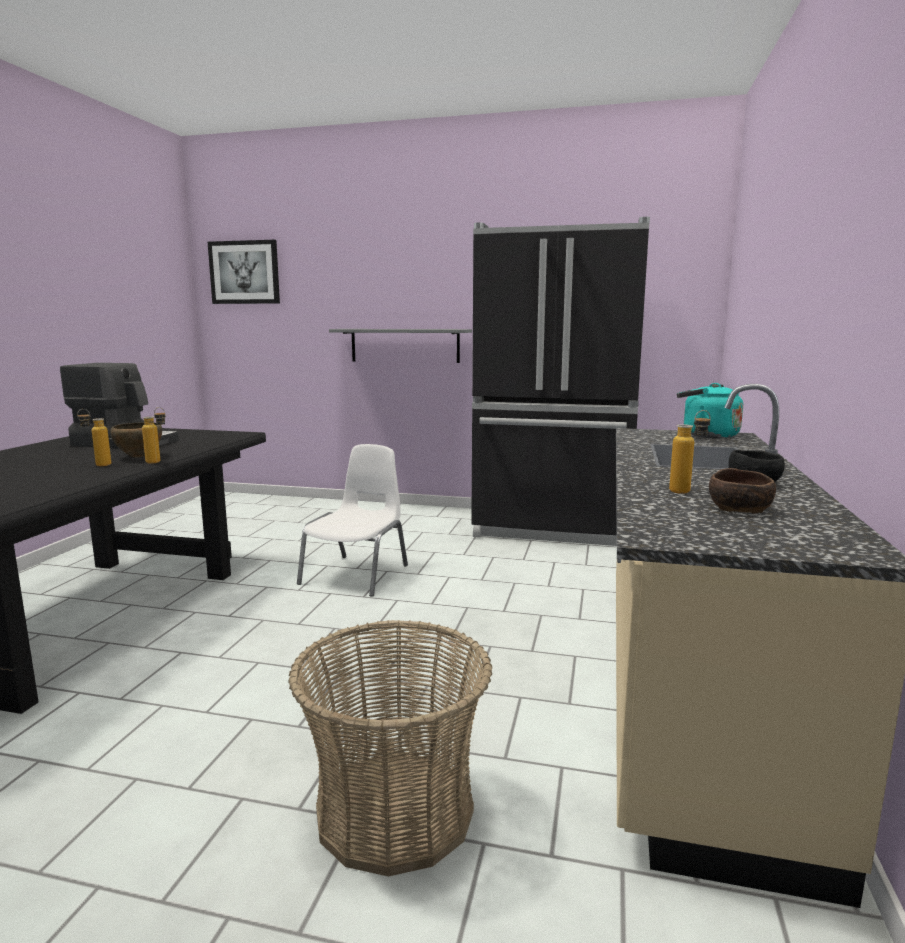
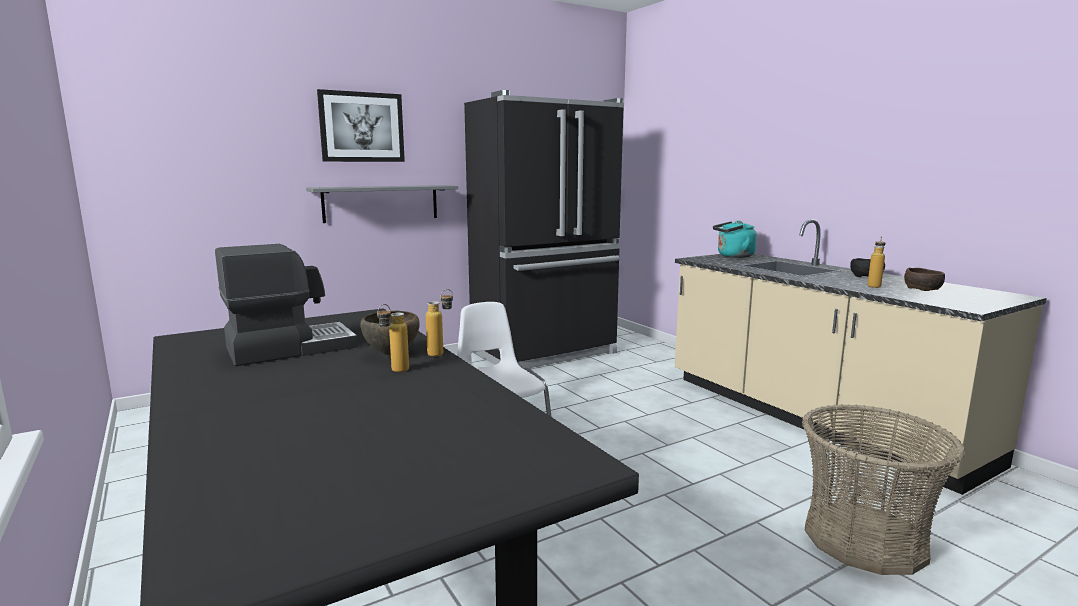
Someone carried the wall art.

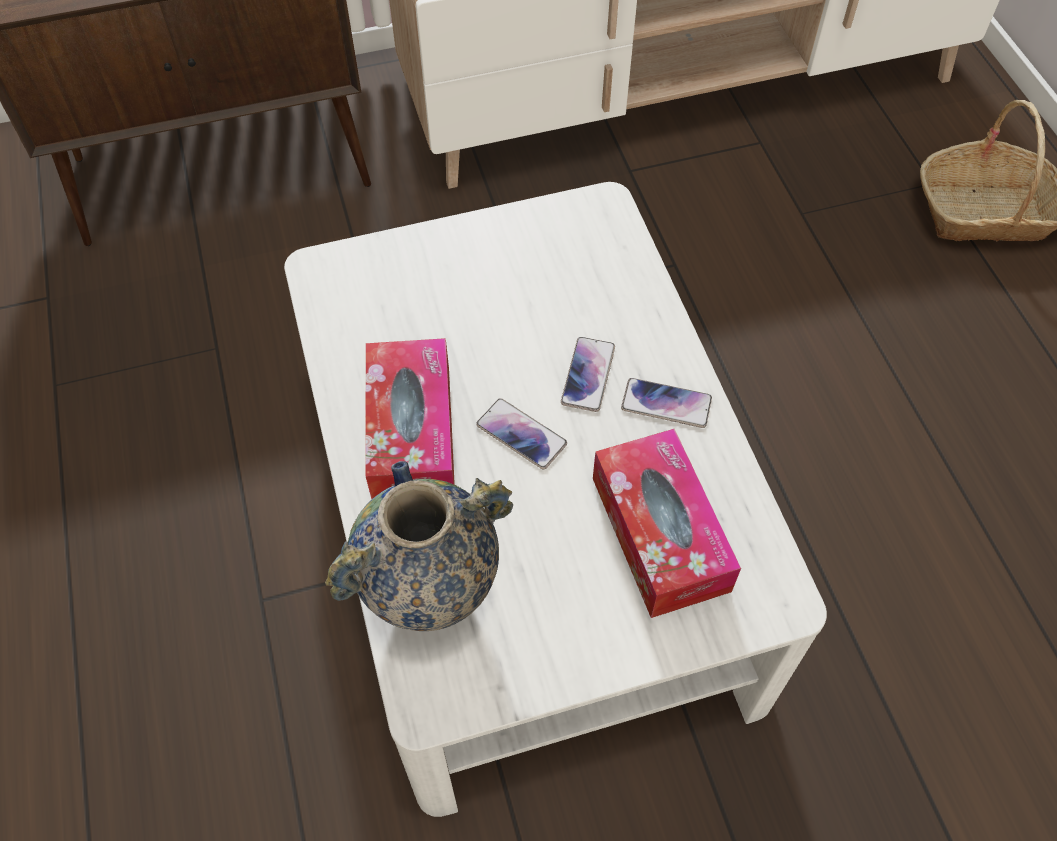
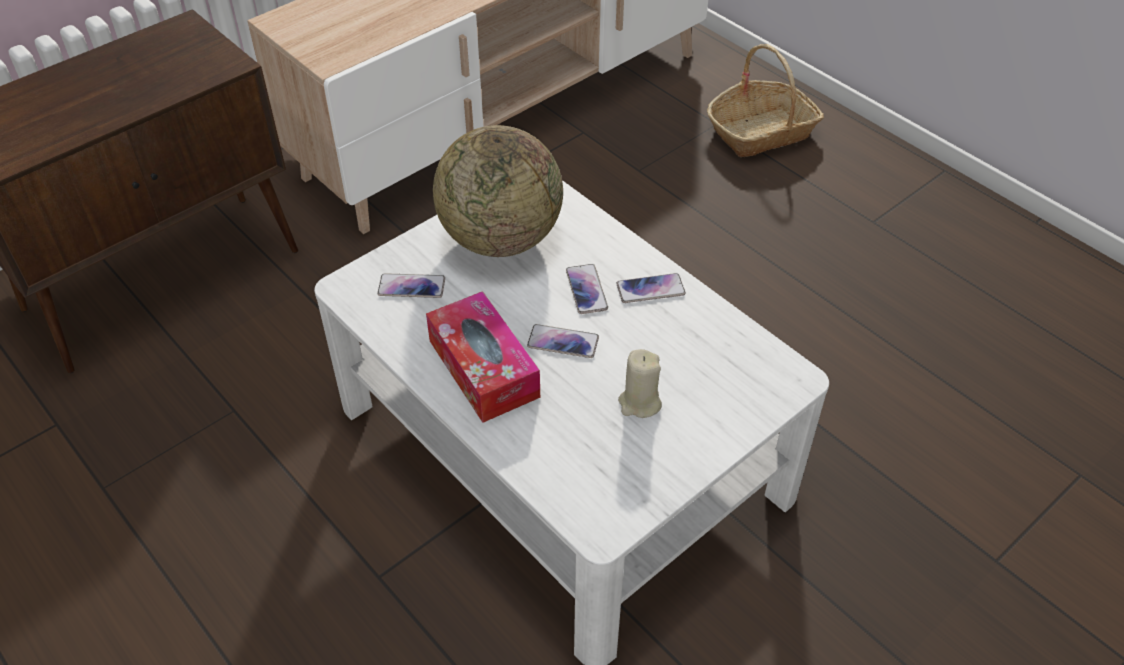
Someone took away the flower vase. Someone took away the tissue holder (2nd from left). Someone put down the phone (1st from left). Someone put down the world globe. Someone put down the candle (beige).

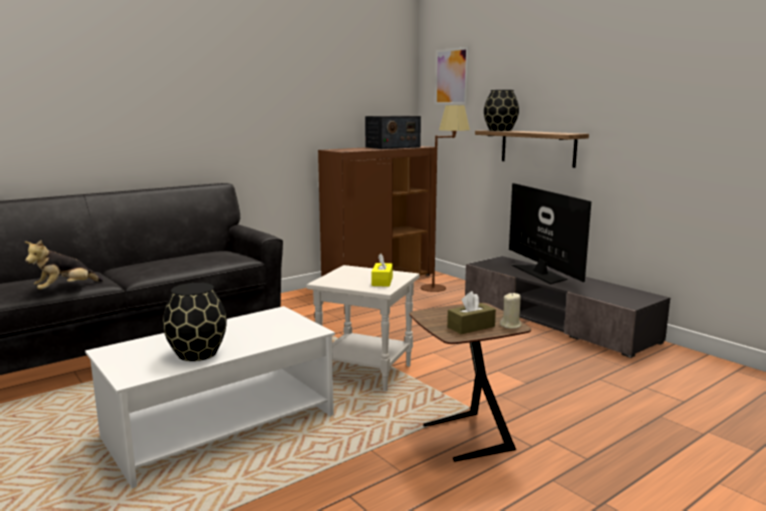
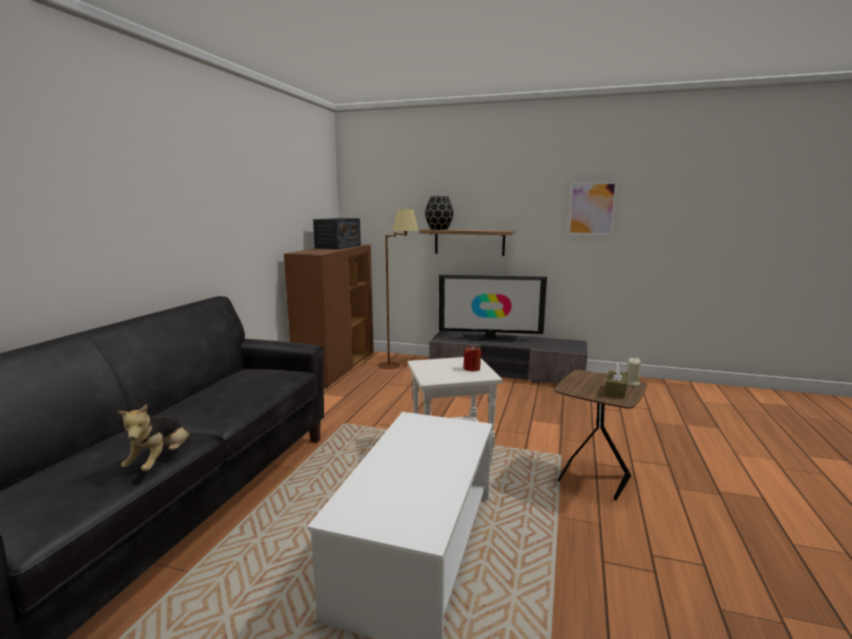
Someone took away the flower vase (black) (1st from left). Someone carried the wall art. Someone swapped the tissue holder (yellow-coloured) for the candle (red-coloured). Someone rotated the TV by 150 degrees clockwise.

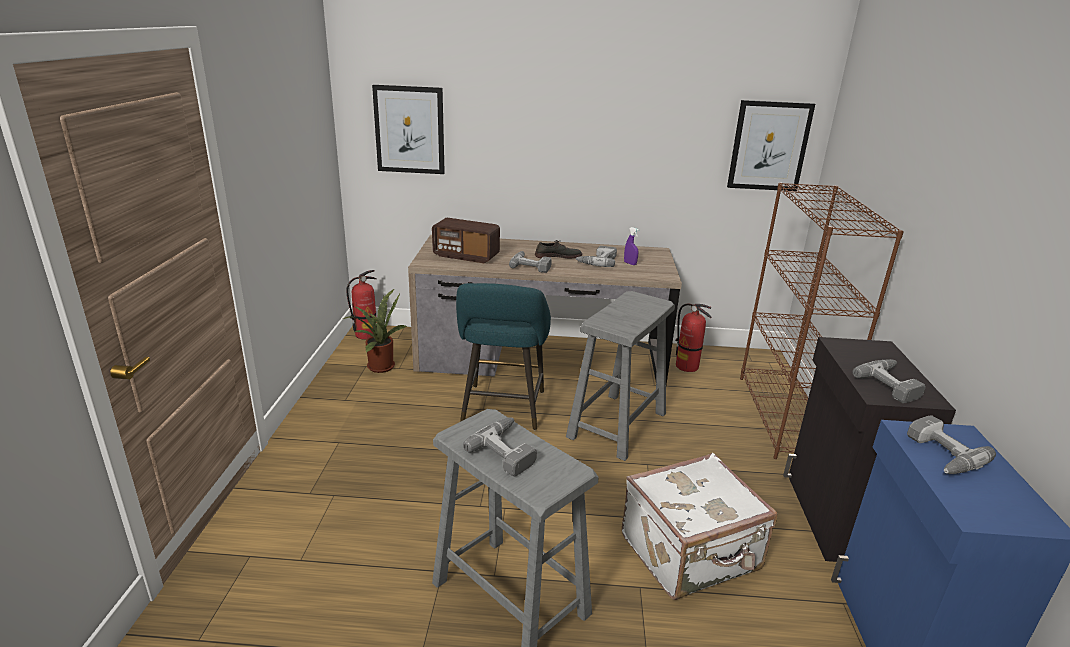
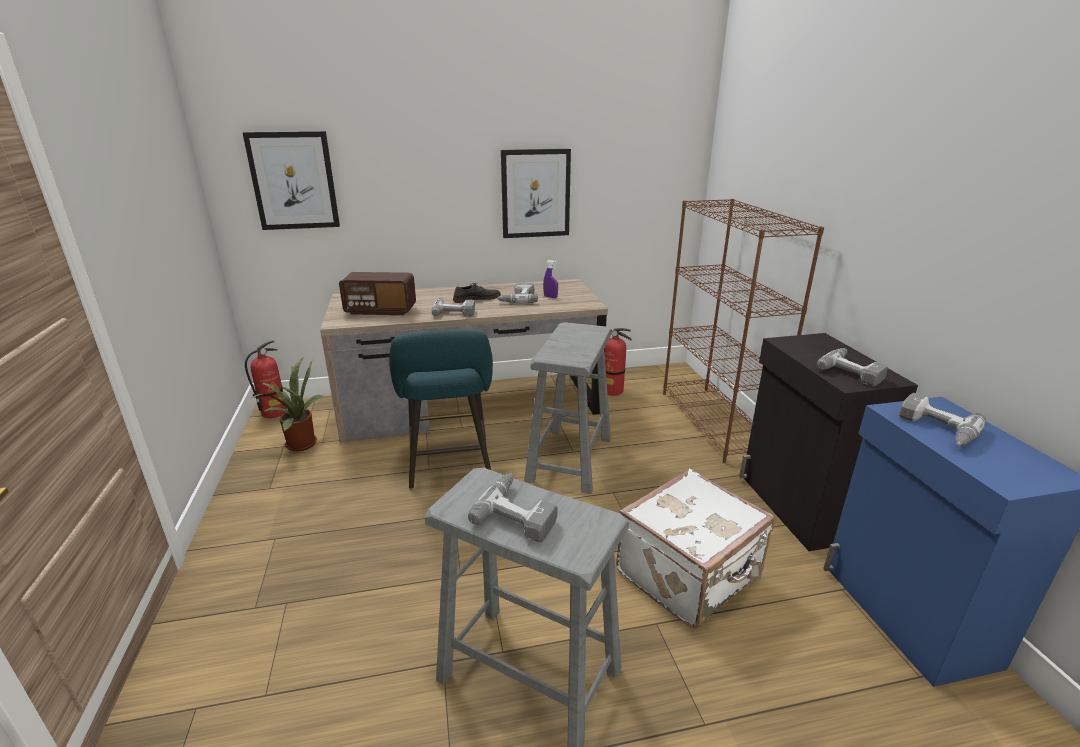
Someone carried the wall art (2nd from left).

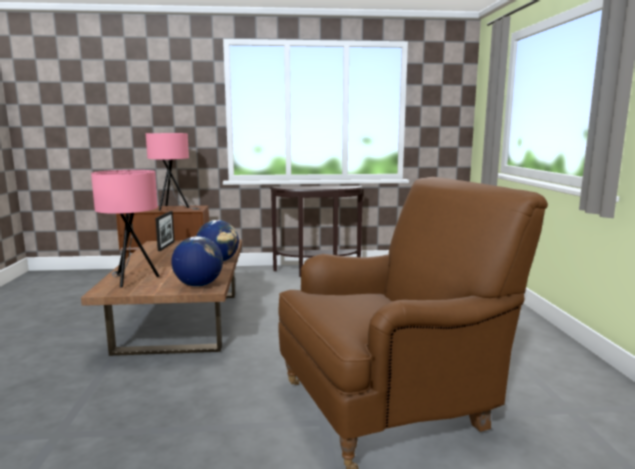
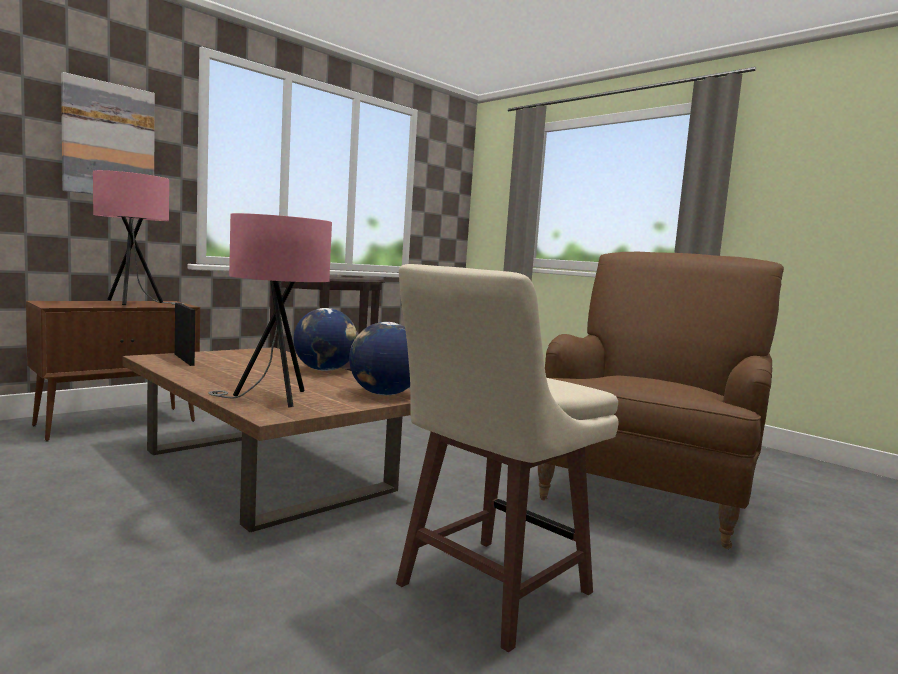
Someone put up the wall art. Someone put down the stool seat (beige).

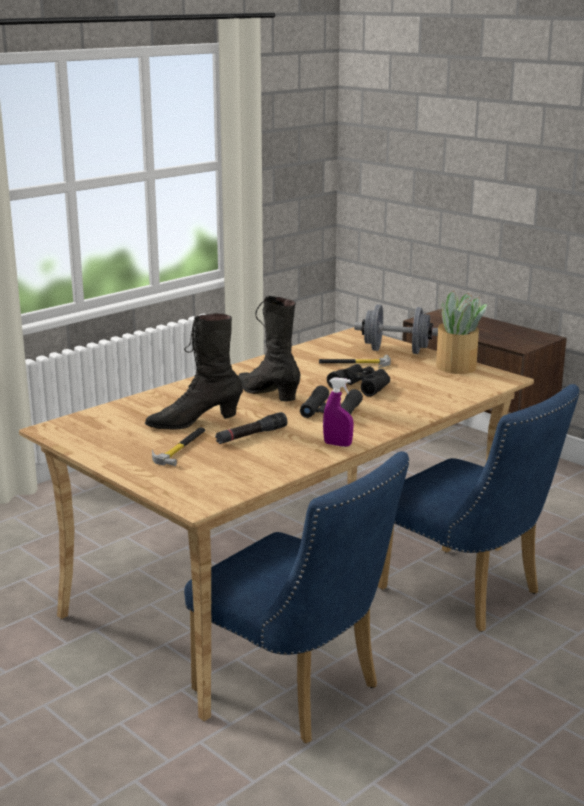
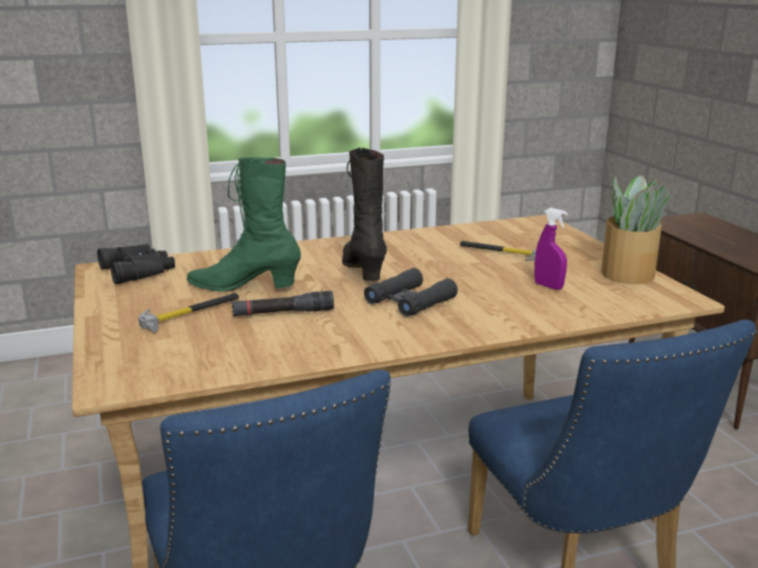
Someone took away the hand weight (greyish). Someone carried the sprayer (purple). Someone carried the field glasses (black) (2nd from left in the first image). Someone repainted the tall boot (black) (1st from left), which became the tall boot (green).

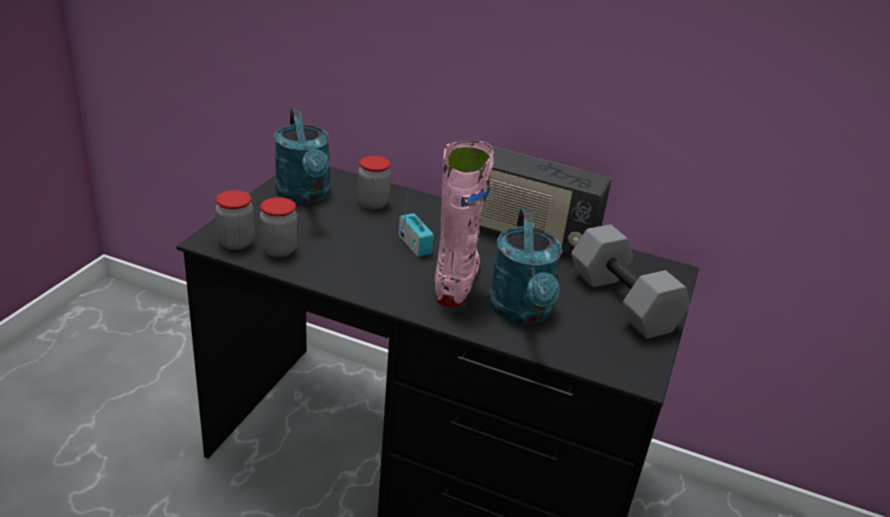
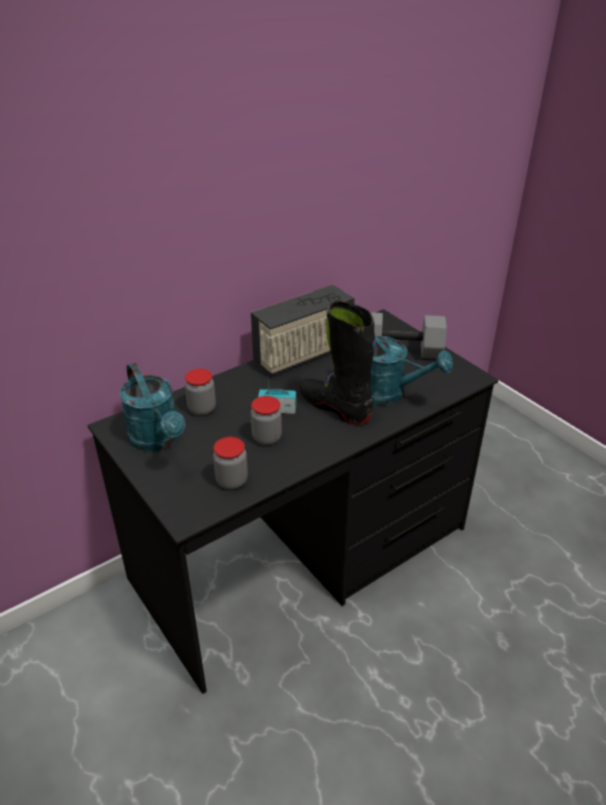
Someone carried the jar (1st from left in the first image). Someone repainted the tall boot (pink), which became the tall boot (black). Someone rotated the sprinkling can (turquoise) (1st from left) by 45 degrees clockwise.

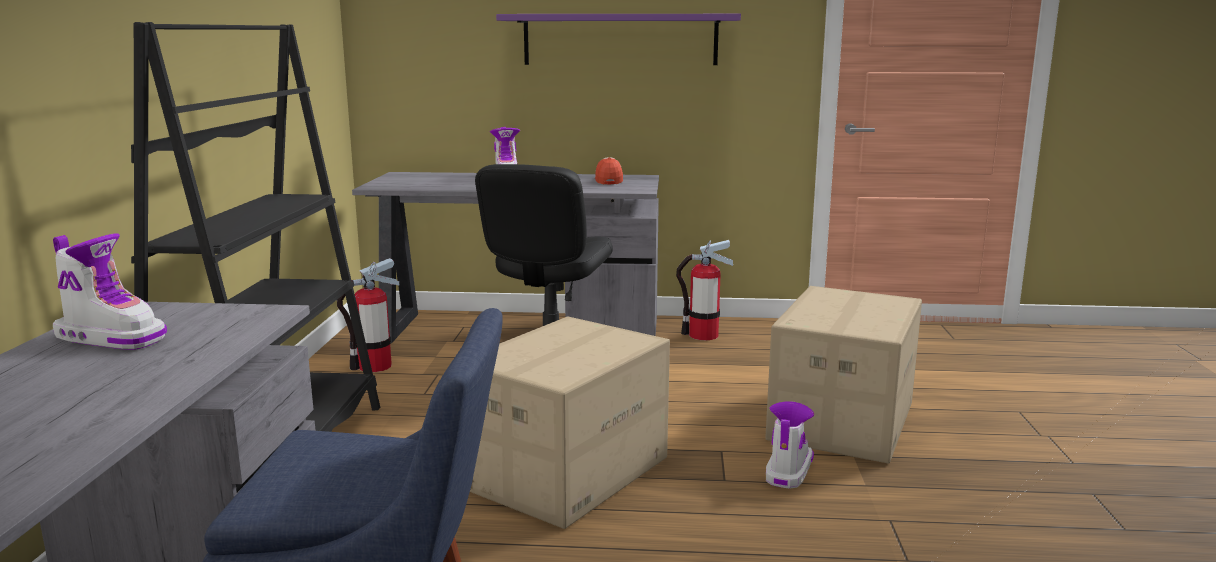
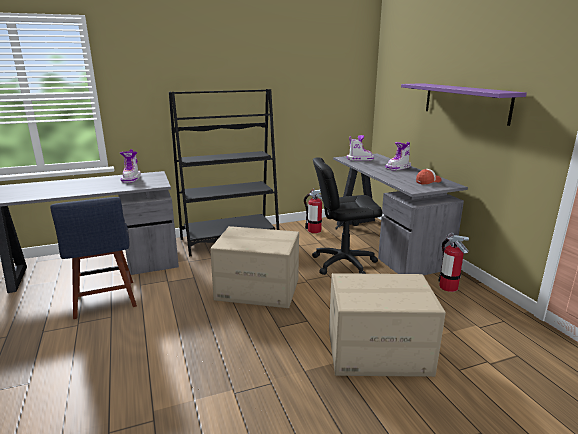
Someone carried the tall boot (3rd from left in the first image).

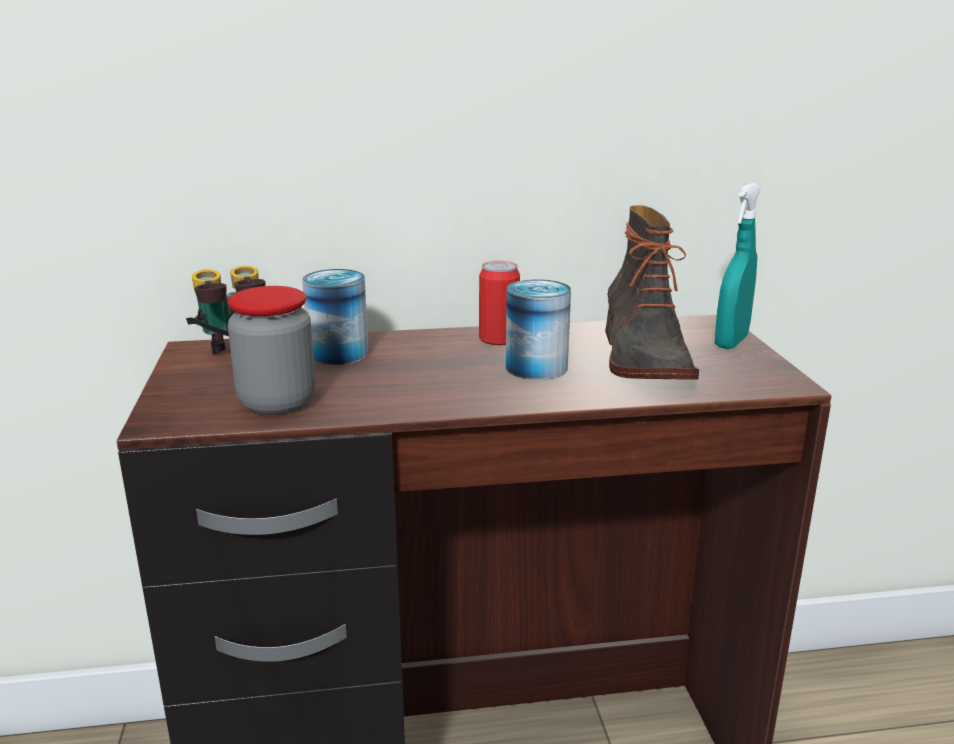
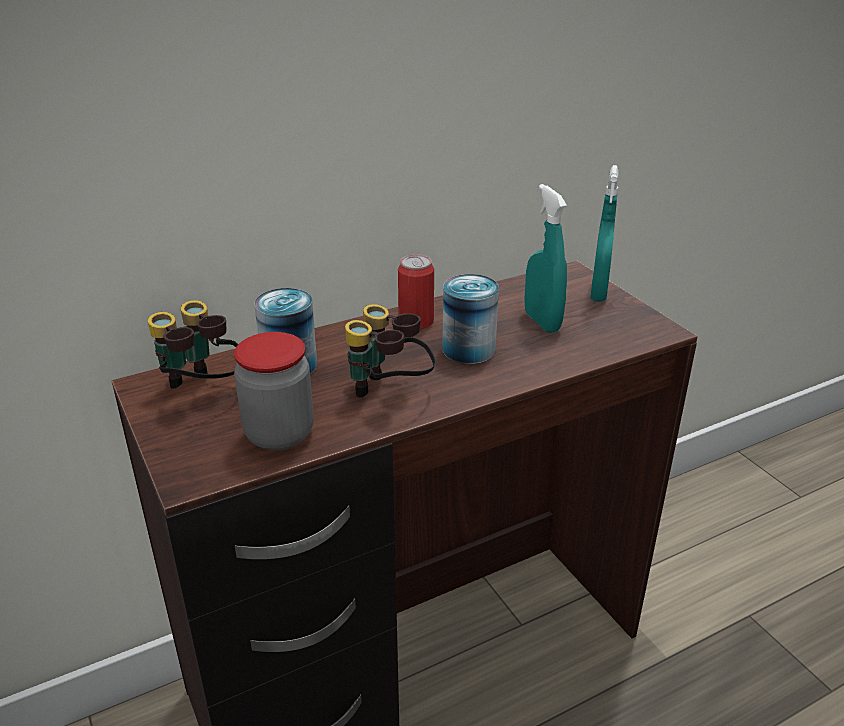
Someone put down the field glasses (2nd from left). Someone swapped the tall boot for the sprayer (turquoise) (1st from left).

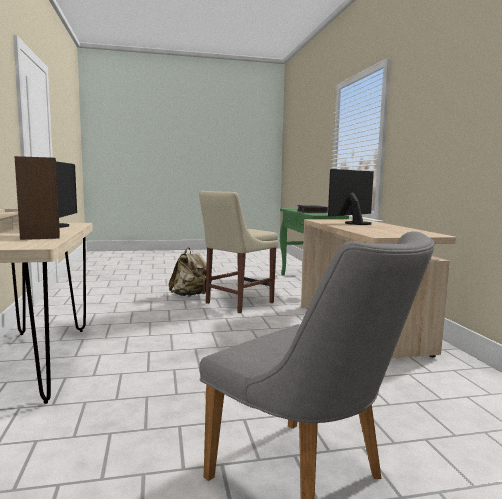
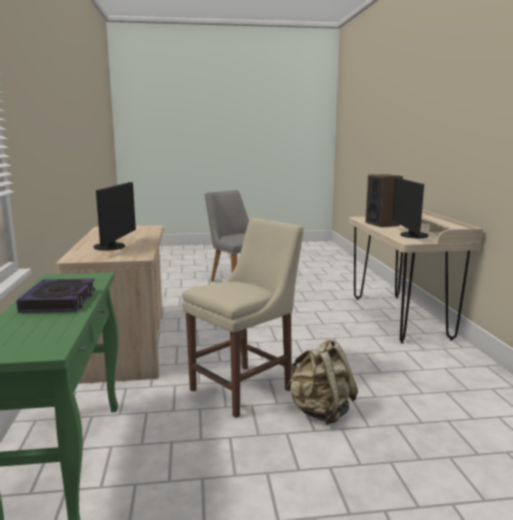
Someone rotated the computer display (2nd from left in the first image) by 45 degrees counterclockwise.

